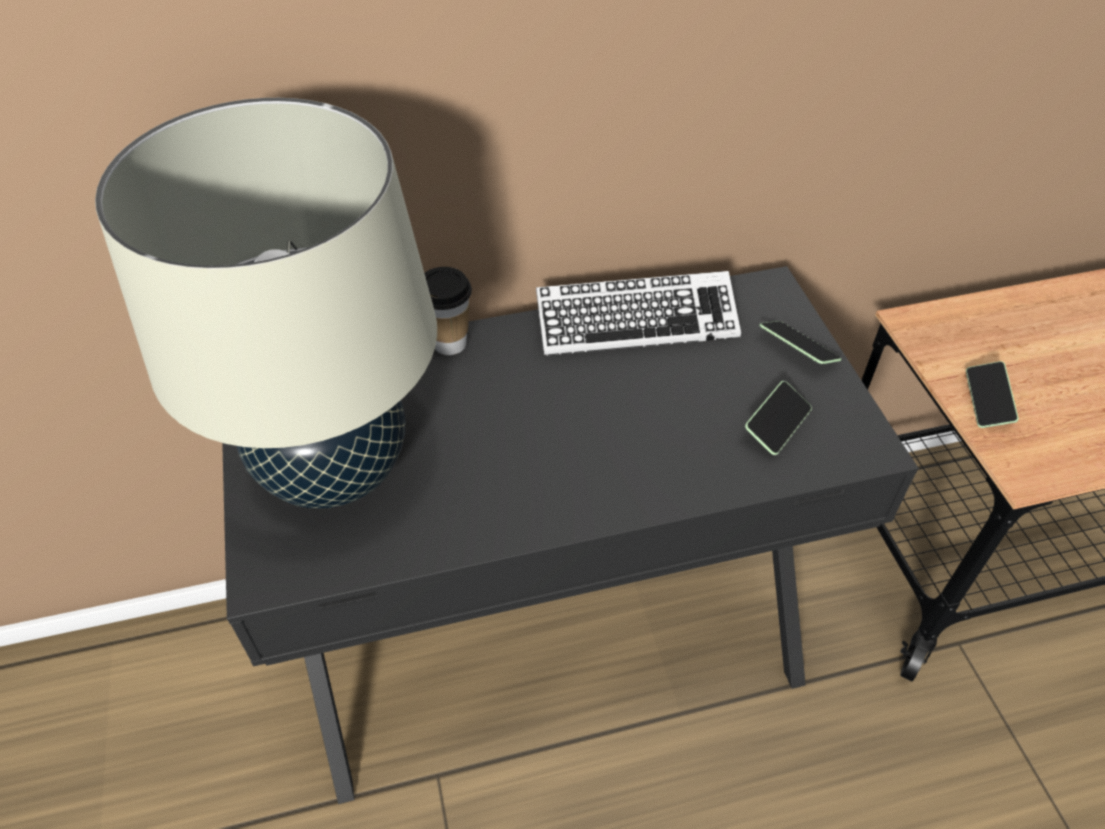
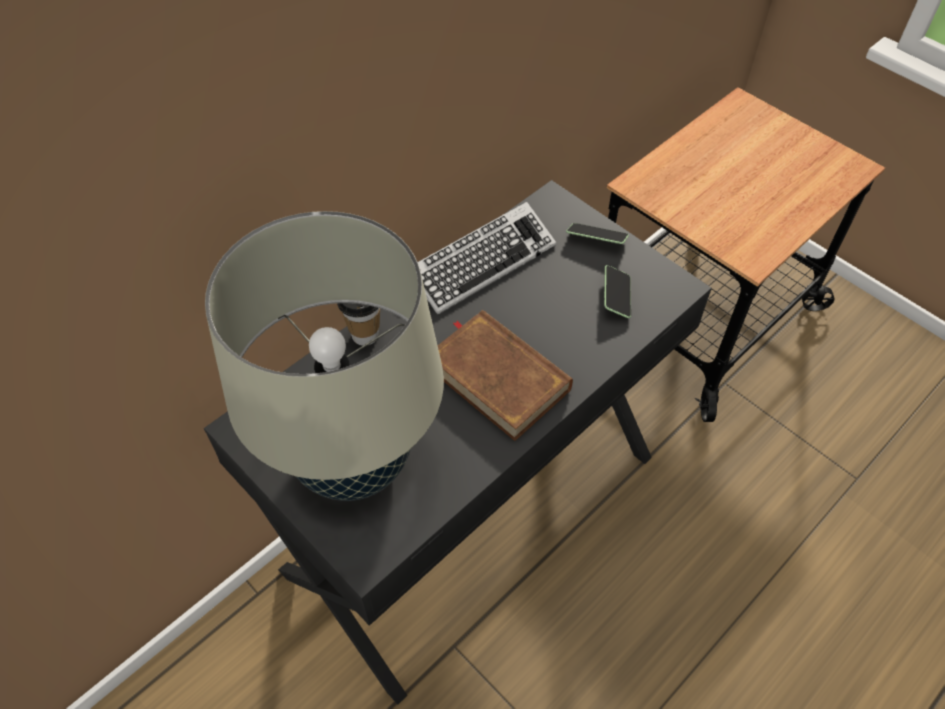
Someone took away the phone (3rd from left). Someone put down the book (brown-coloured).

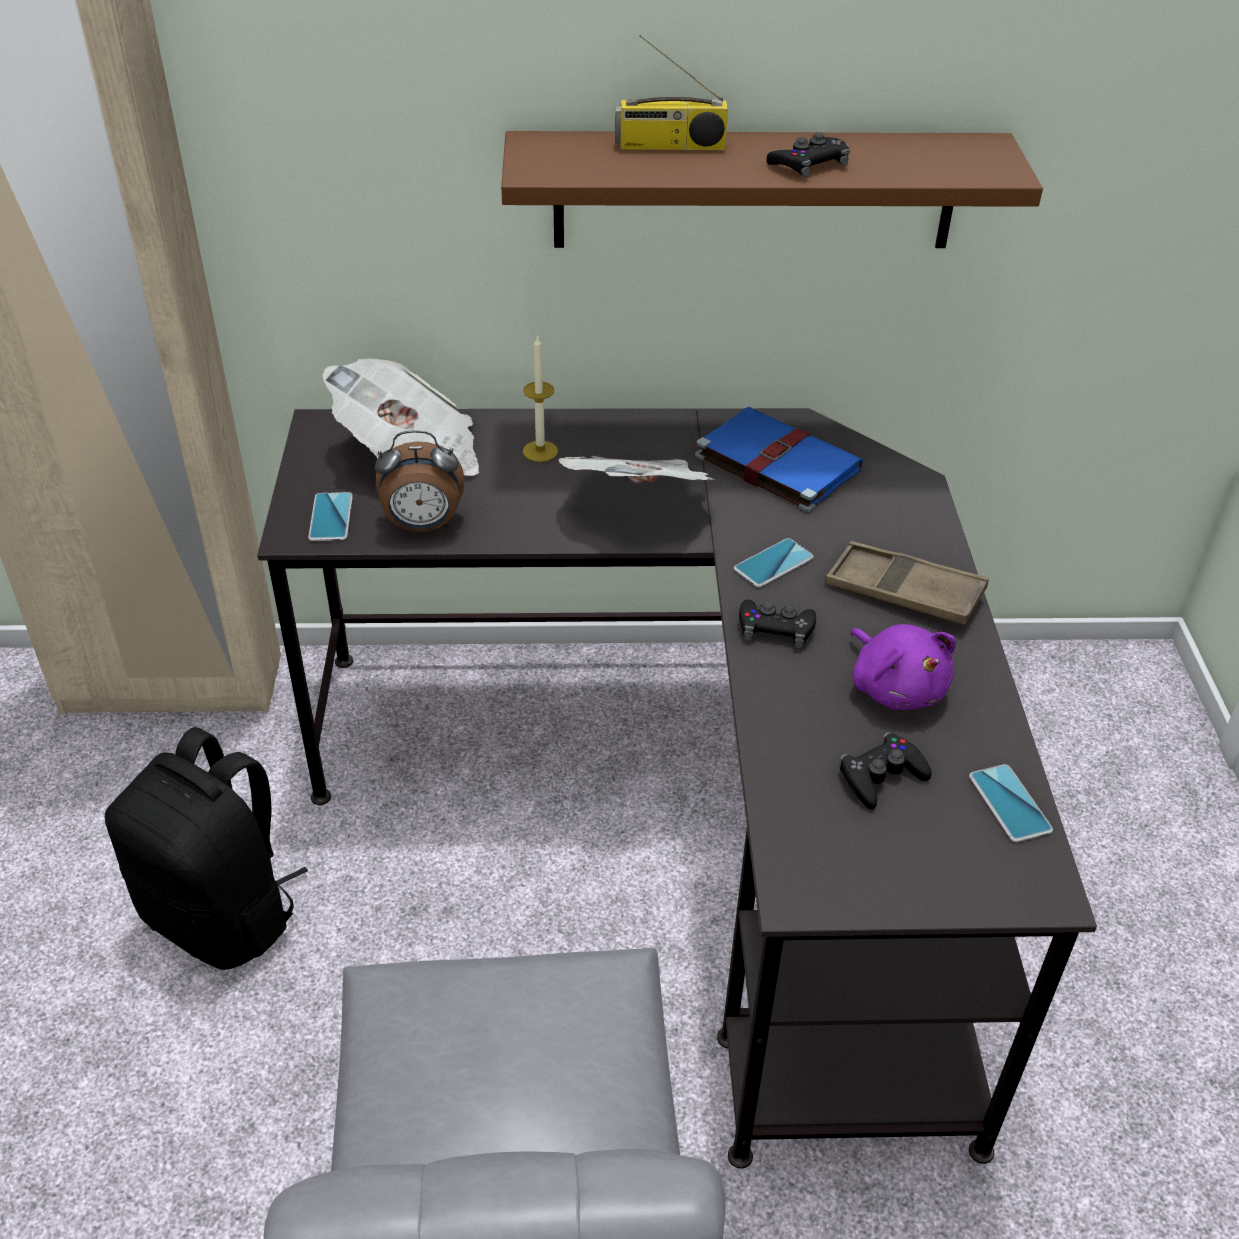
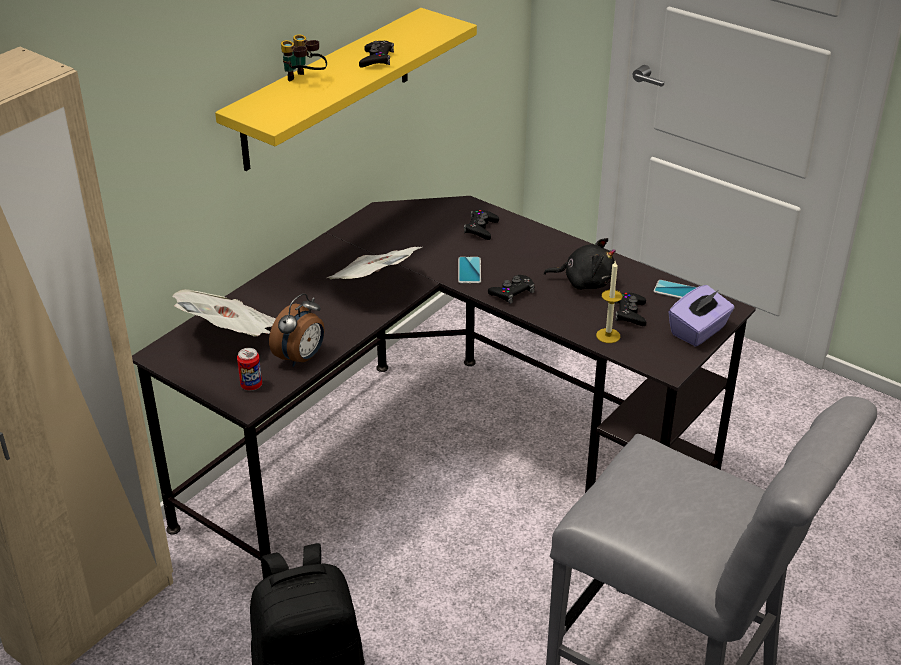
Someone took away the book (bluish). Someone took away the serving tray (brown-coloured). Someone put down the gamepad (black) (2nd from left). Someone put down the tissue holder (purple). Someone carried the candle. Someone swapped the phone (1st from left) for the metal can. Someone swapped the radio for the field glasses. Someone repainted the bracket shelf (brown-coloured), which became the bracket shelf (yellow-coloured). Someone repainted the soft toy (purple), which became the soft toy (black).

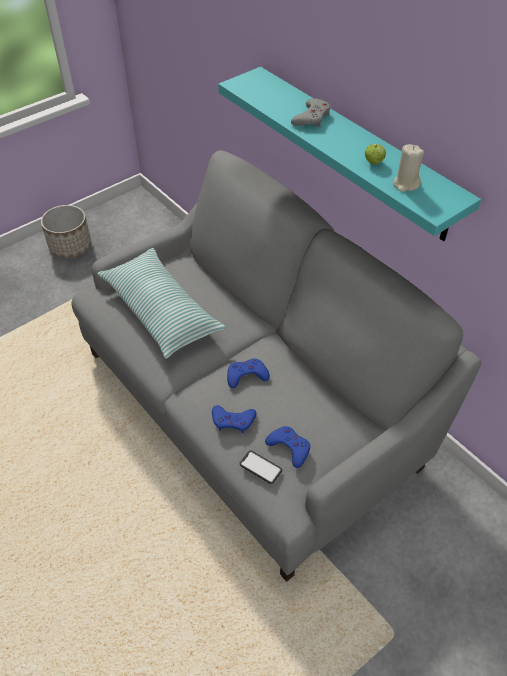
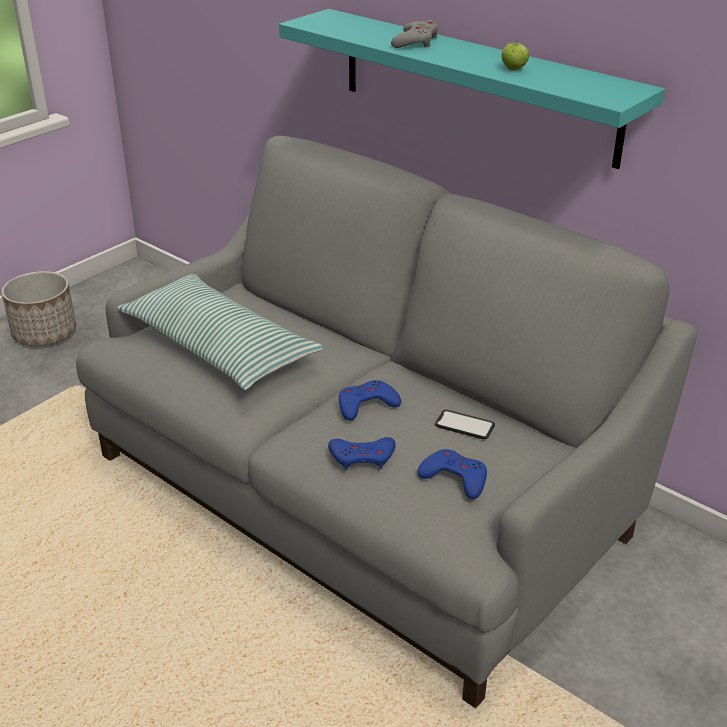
Someone took away the candle (beige). Someone carried the phone.

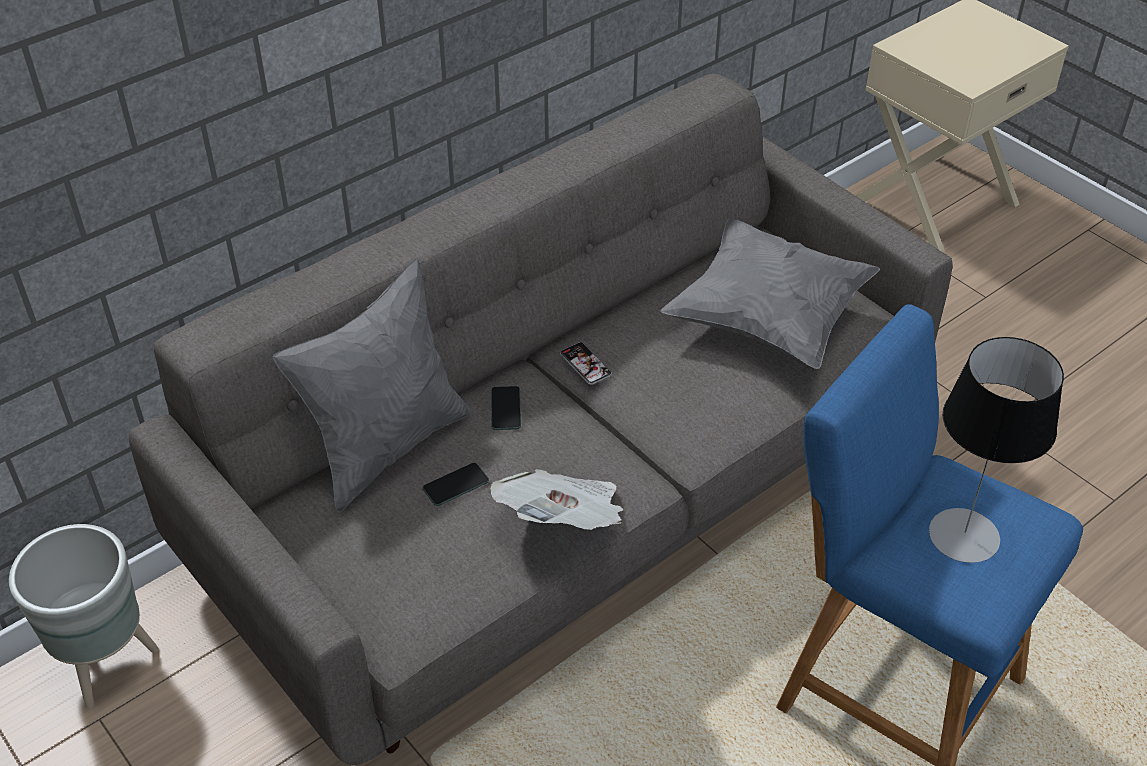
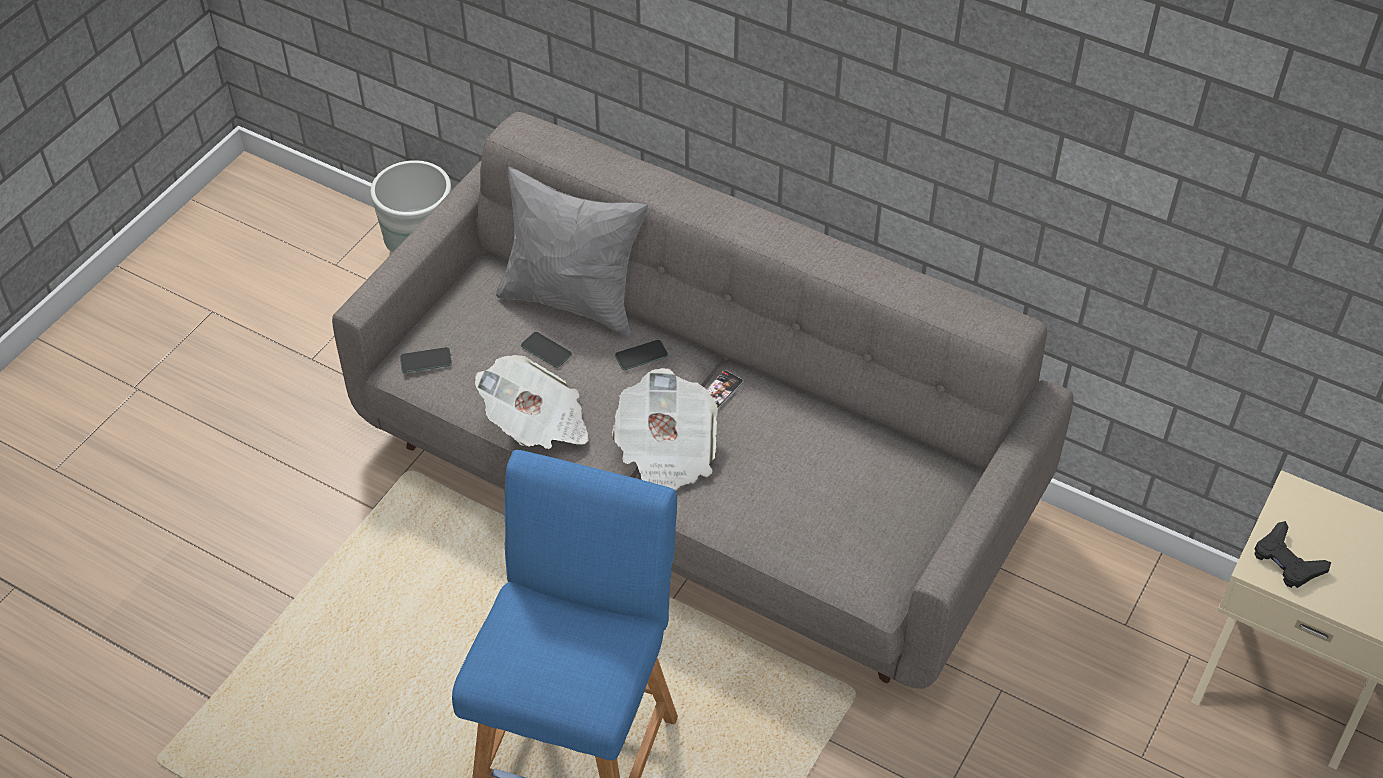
Someone took away the throw pillow (greyish) (2nd from left). Someone took away the table lamp. Someone put down the phone (1st from left). Someone put down the newspaper (2nd from left). Someone put down the gamepad (black).

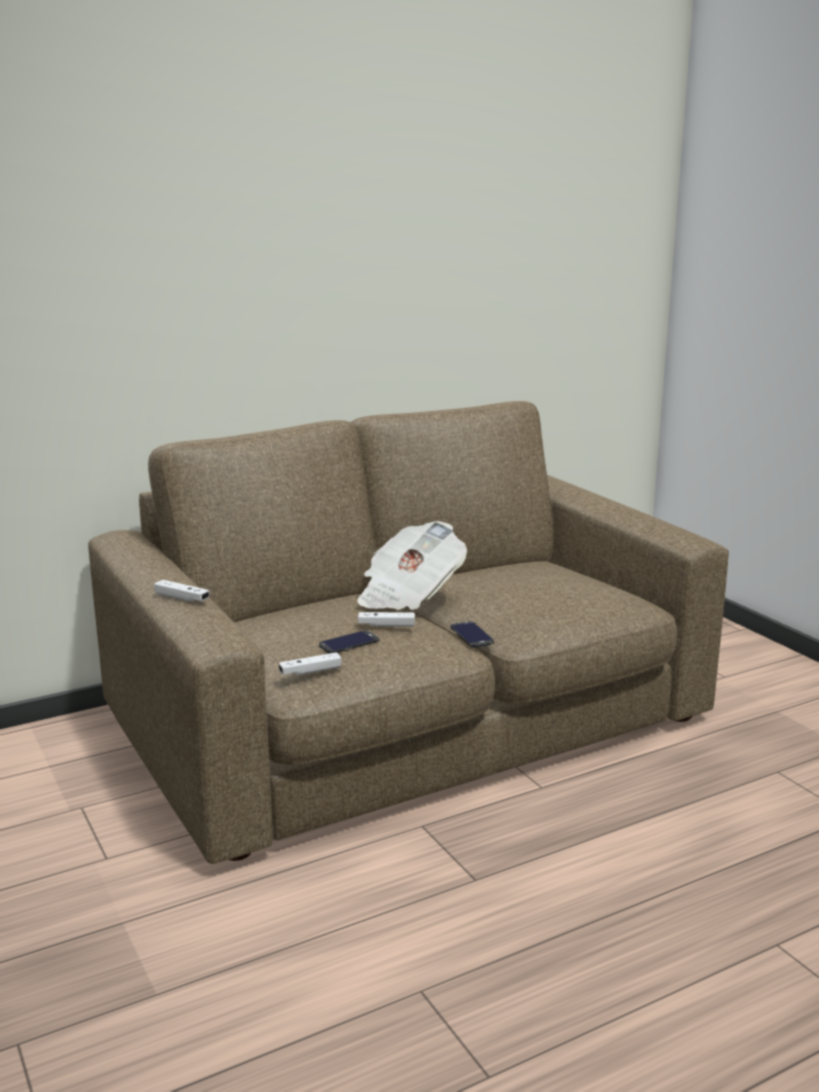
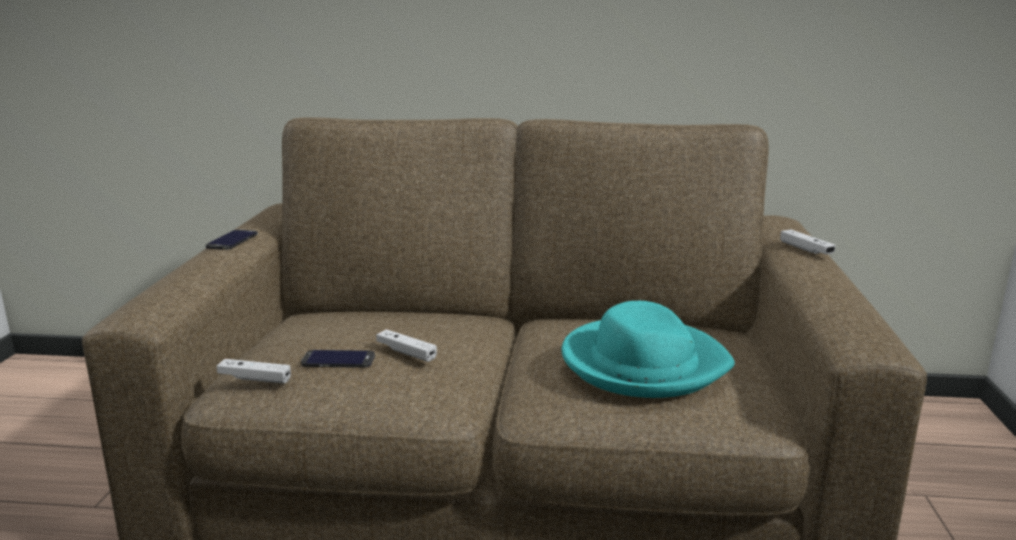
Someone took away the newspaper. Someone put down the clothing hat (turquoise). Someone carried the gamepad (white) (1st from left in the first image). Someone carried the phone (2nd from left in the first image).

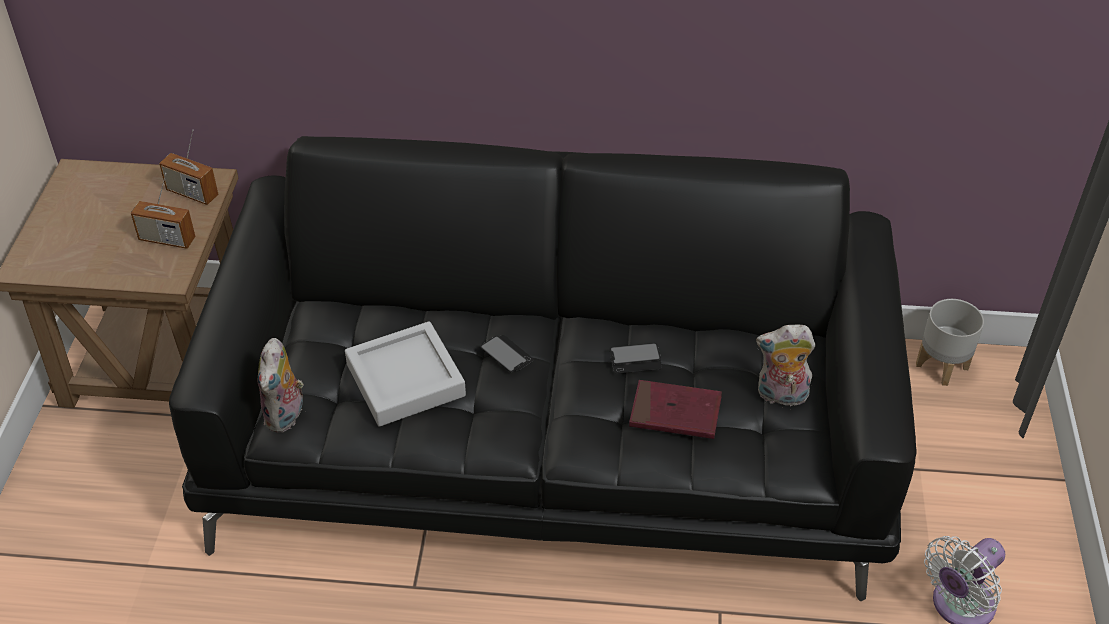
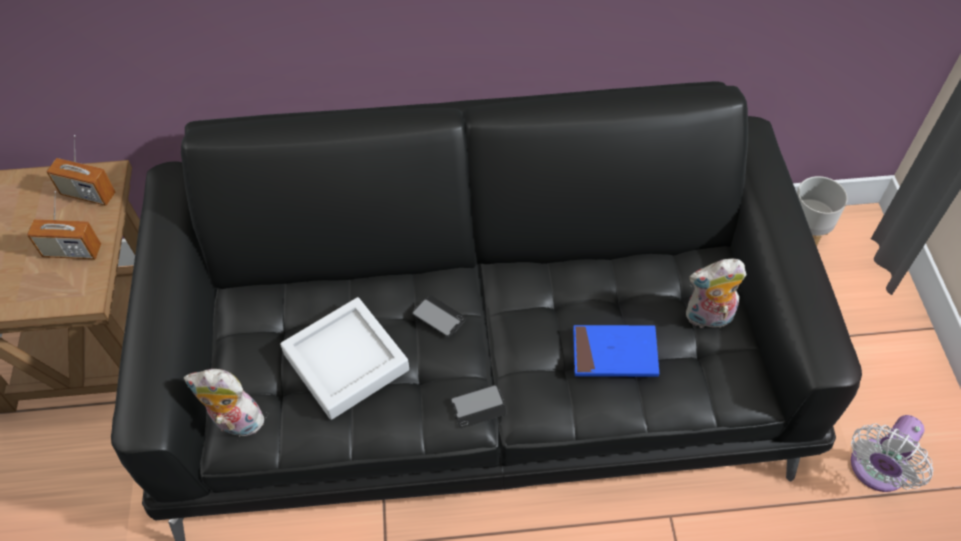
Someone carried the phone (2nd from left). Someone repainted the book (red-coloured), which became the book (bluish). Someone rotated the soft toy (1st from left) by 105 degrees clockwise.

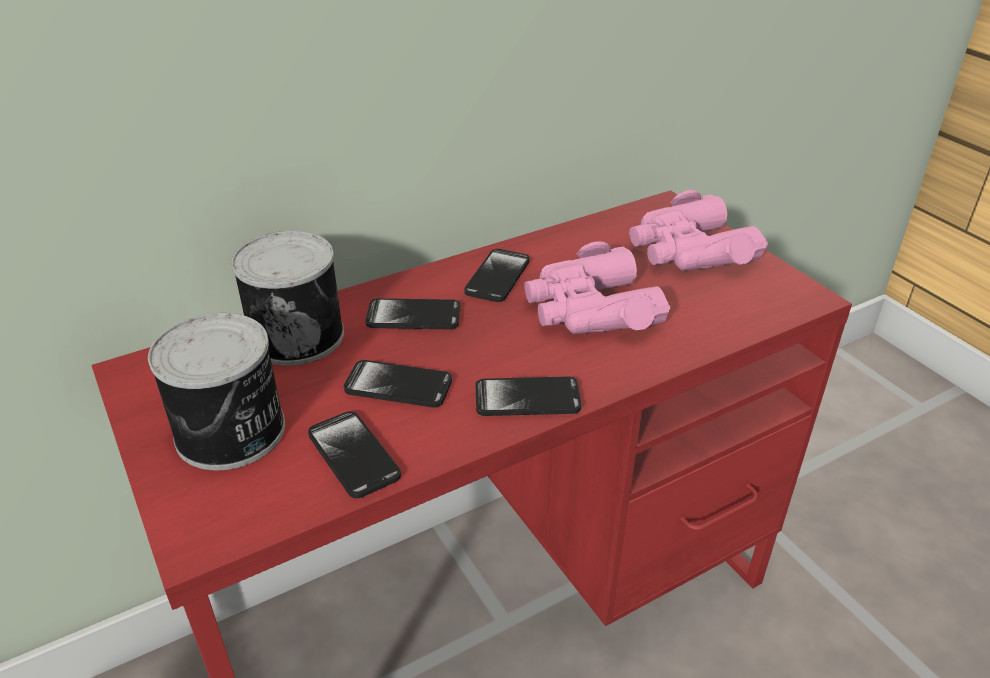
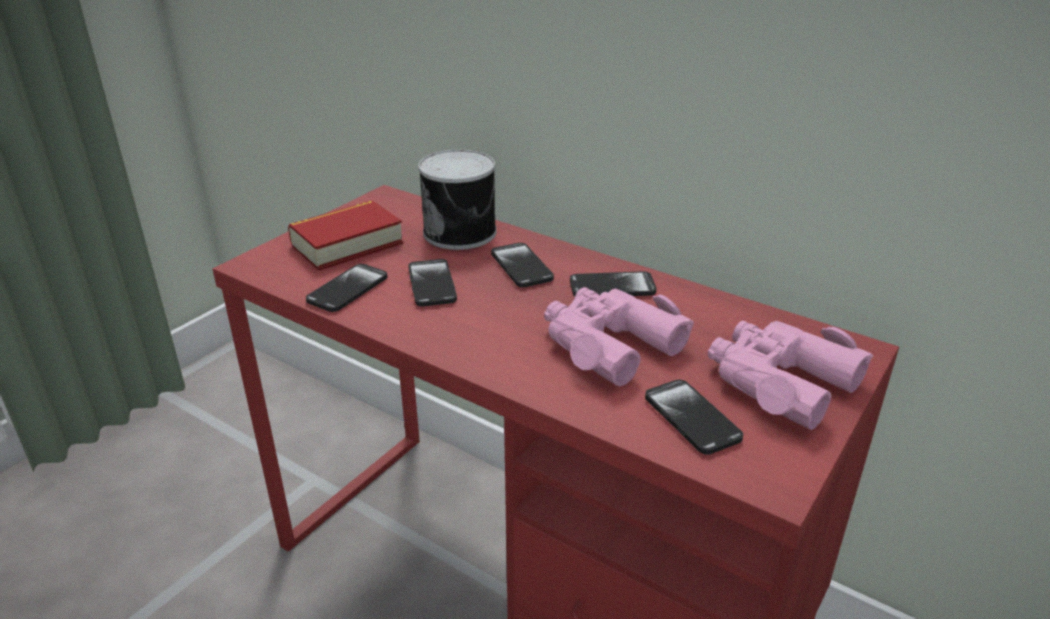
Someone carried the phone (5th from left). Someone swapped the metal can (1st from left) for the book.

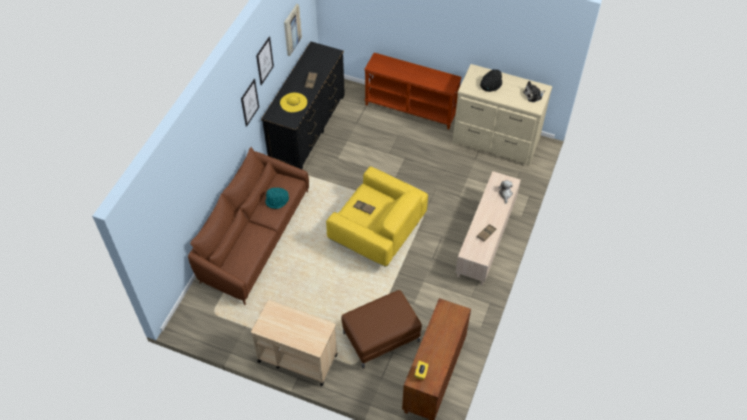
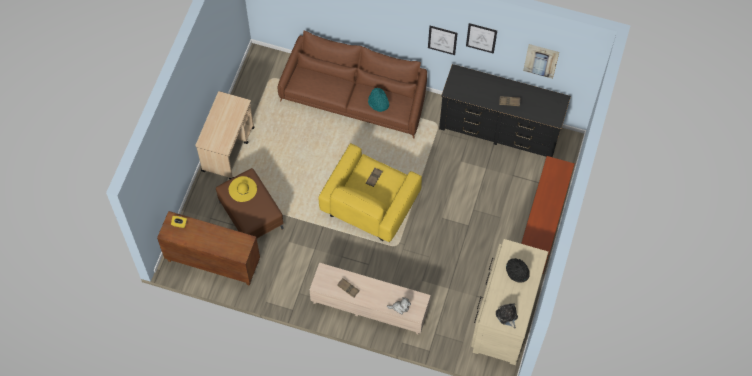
Someone carried the clothing hat (yellow-coloured).

